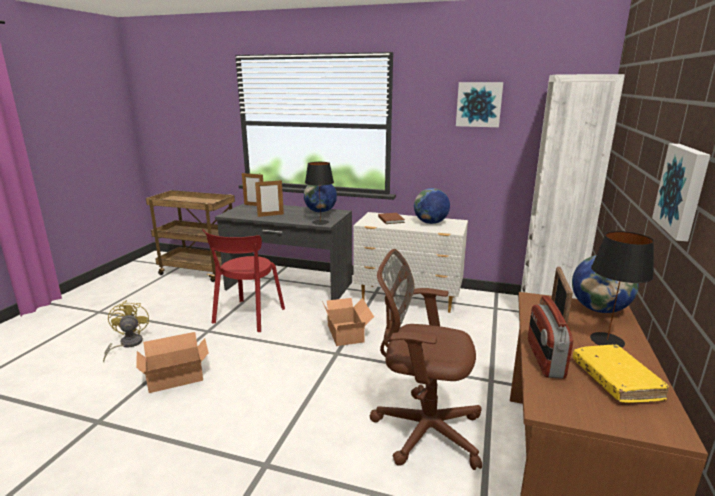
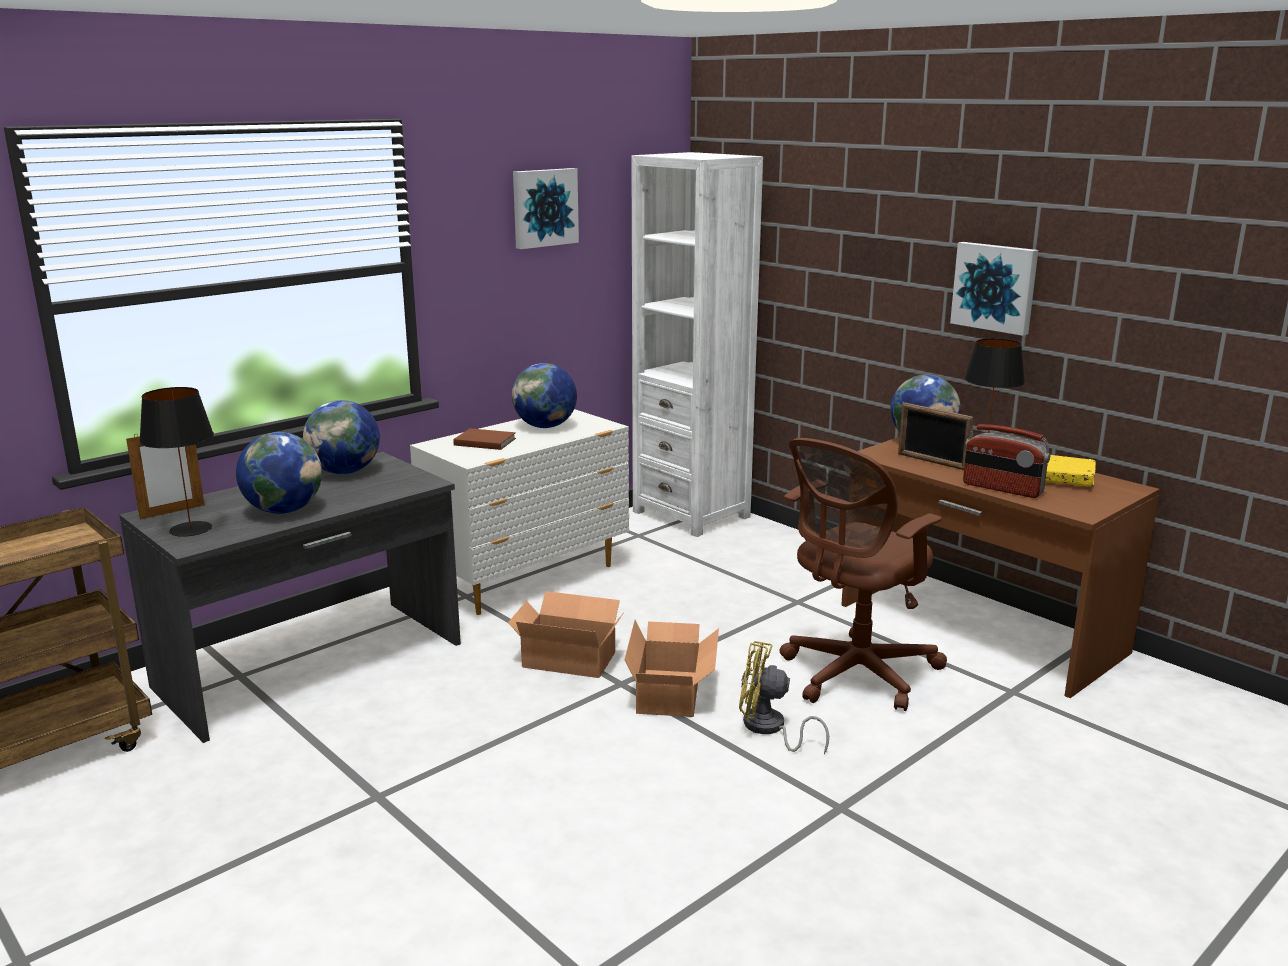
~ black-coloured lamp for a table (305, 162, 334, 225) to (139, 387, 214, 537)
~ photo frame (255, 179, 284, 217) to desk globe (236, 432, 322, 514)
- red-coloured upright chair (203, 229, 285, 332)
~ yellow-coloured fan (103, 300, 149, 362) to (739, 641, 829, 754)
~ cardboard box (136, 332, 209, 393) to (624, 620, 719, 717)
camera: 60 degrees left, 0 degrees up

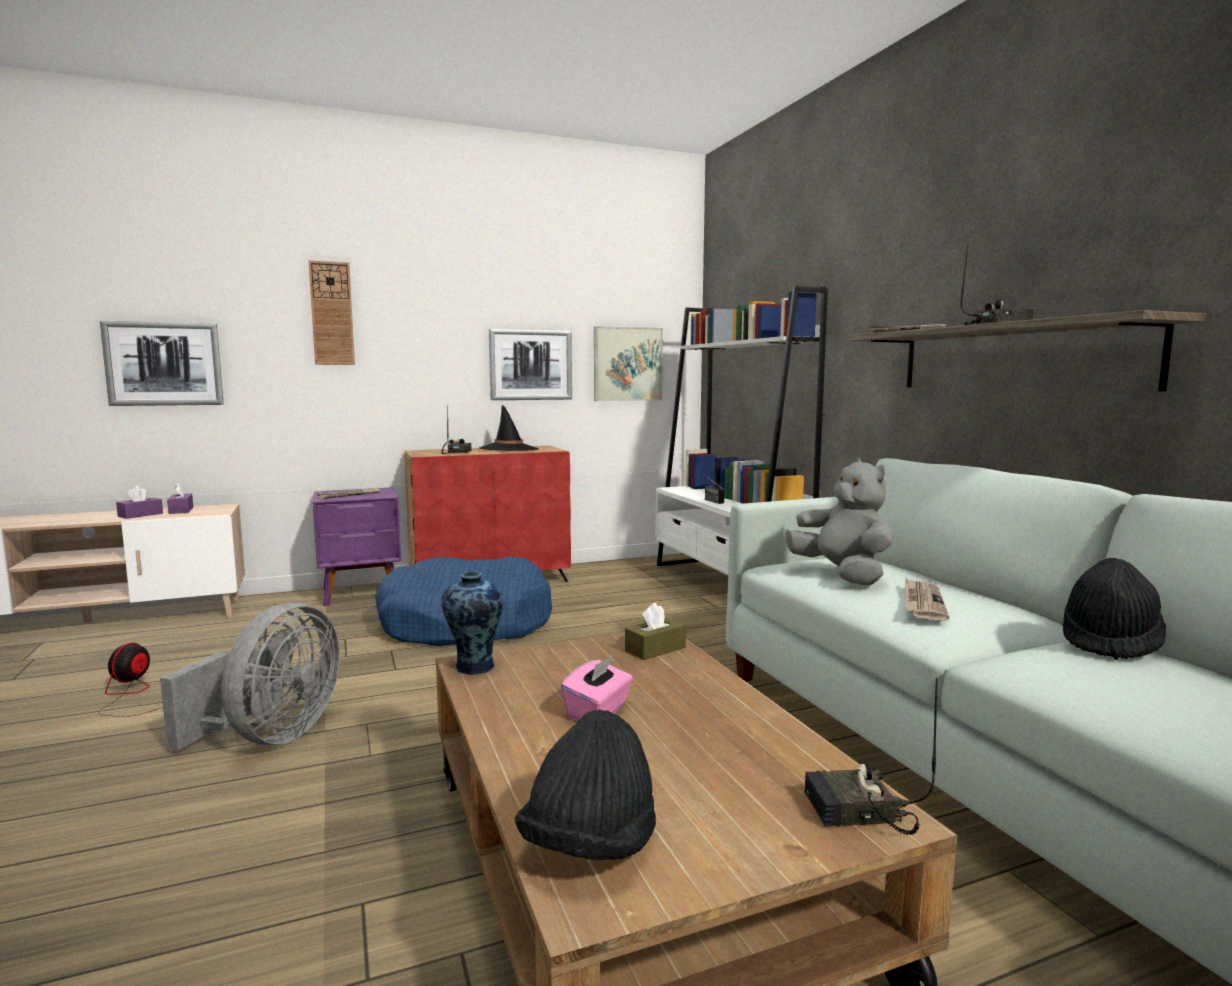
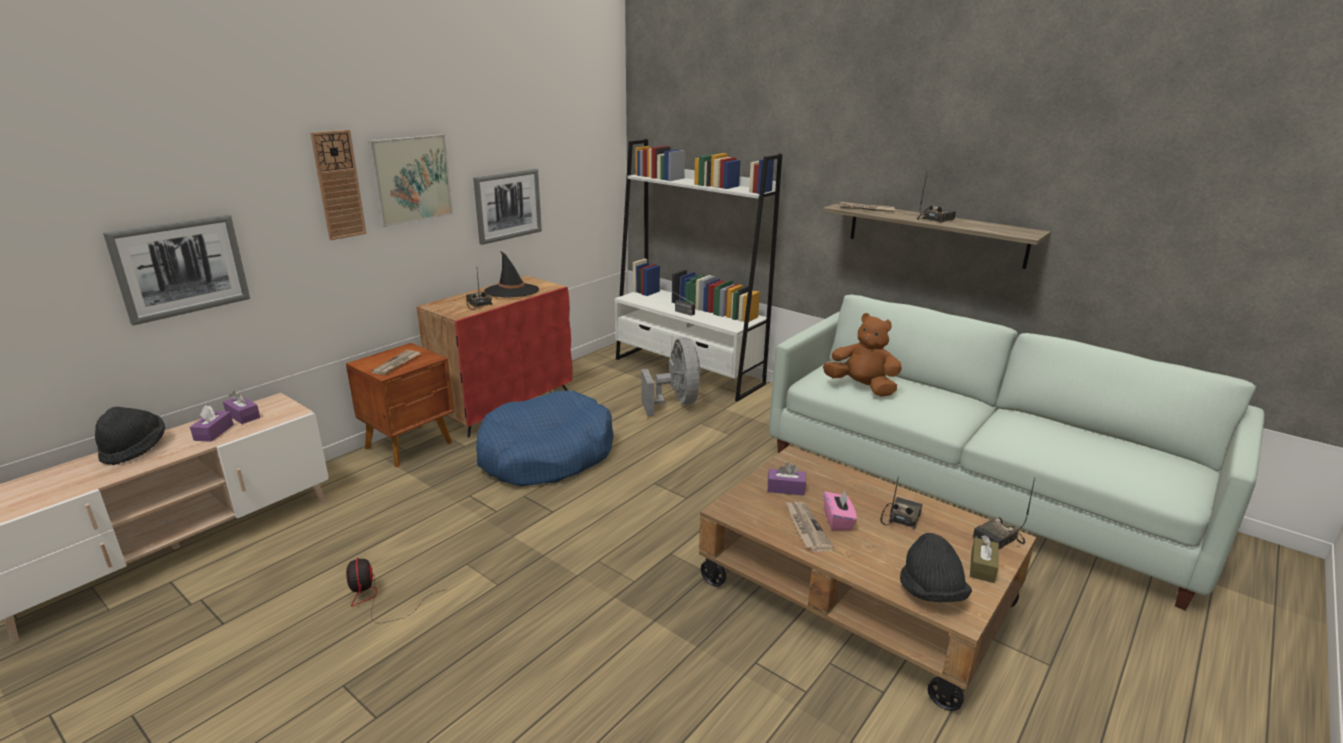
~ picture (594, 326, 663, 401) to (368, 134, 453, 227)
~ greyish soft toy (785, 458, 893, 585) to brownish soft toy (823, 313, 902, 397)
~ purplish nightstand (313, 487, 401, 606) to brownish nightstand (346, 343, 454, 467)
~ black-coloured wearable hat (1063, 558, 1166, 660) to (95, 407, 165, 465)
- decorative vase (442, 572, 503, 675)
~ daily paper (905, 578, 950, 621) to (785, 502, 834, 552)
~ greyish fan (160, 603, 340, 750) to (641, 337, 701, 416)
~ brownish box of tissues (625, 603, 686, 660) to (970, 535, 999, 583)
+ purplish box of tissues (767, 462, 806, 496)
+ radio set (880, 476, 923, 529)
camera: 30 degrees left, 15 degrees up

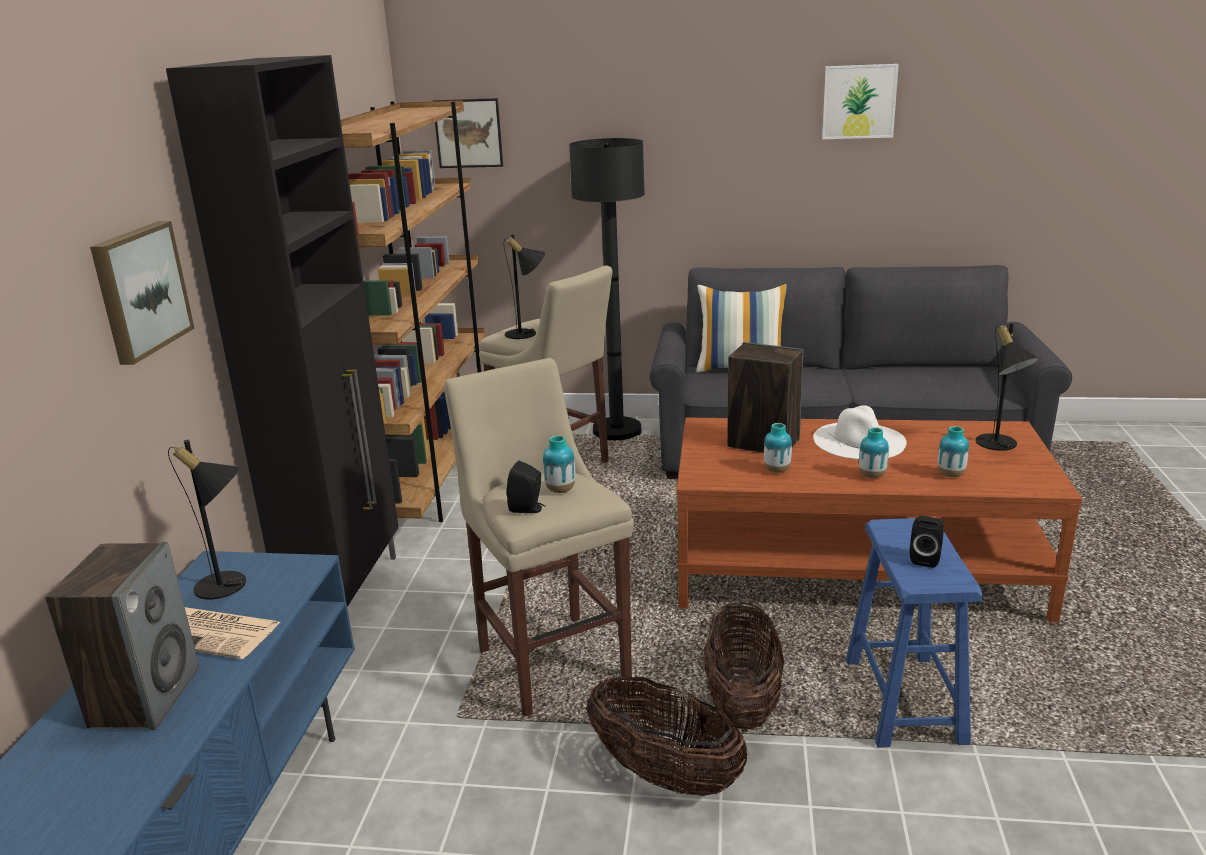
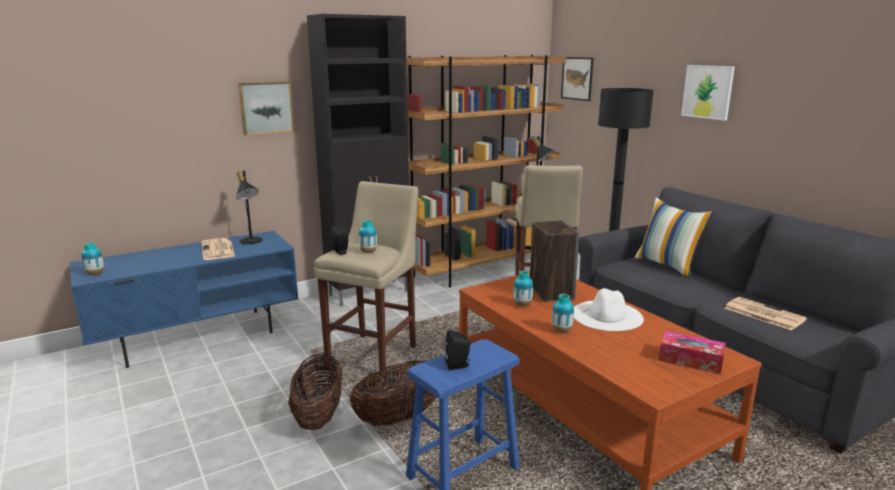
~ picture (822, 64, 899, 139) to (681, 65, 735, 121)
~ black-coloured lamp for a table (976, 323, 1039, 451) to box of tissues (659, 331, 726, 374)
~ decorative vase (938, 426, 969, 477) to (82, 243, 104, 275)
- speaker (45, 542, 199, 730)
+ daily paper (724, 297, 807, 331)
camera: 50 degrees right, 5 degrees down

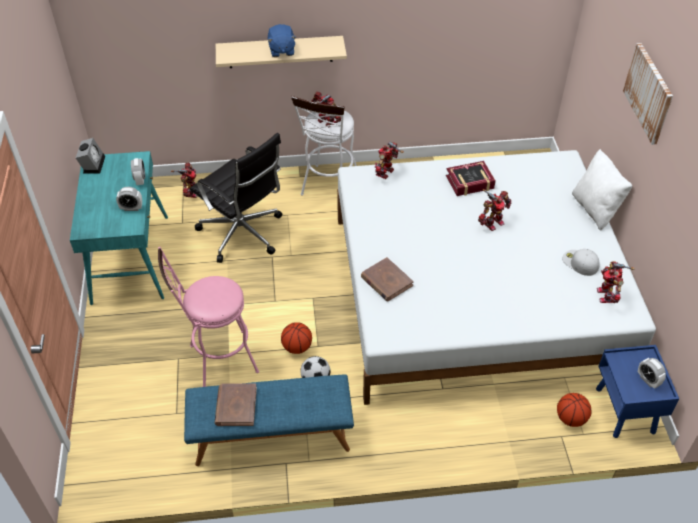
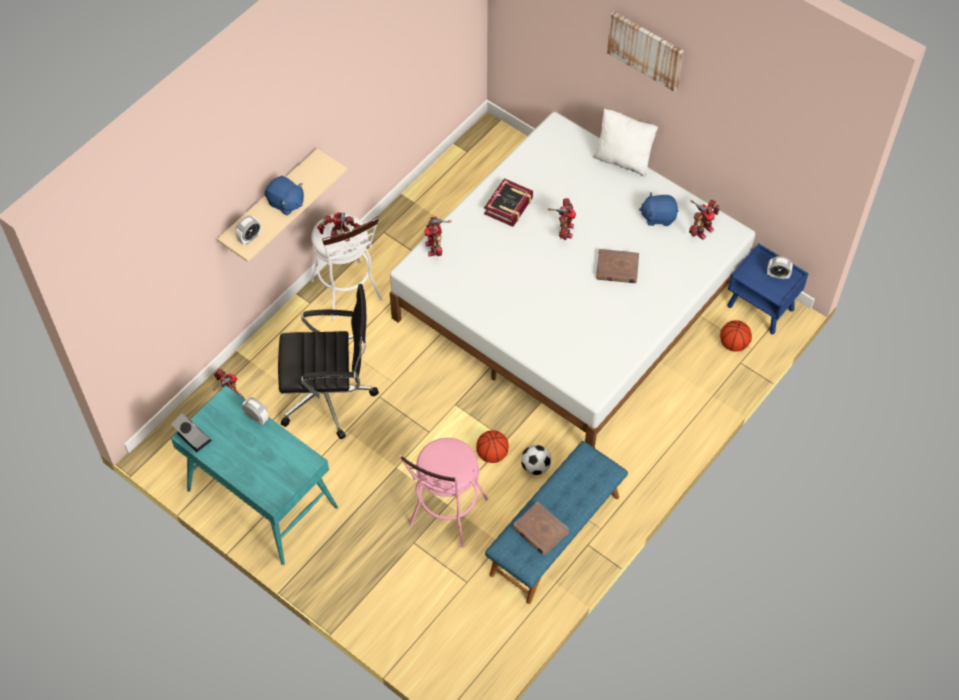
~ bedside clock (116, 187, 142, 211) to (235, 216, 261, 245)
~ white peaked cap (562, 249, 600, 276) to blue-coloured soft toy (639, 192, 678, 226)
~ brownish book (361, 257, 414, 302) to (596, 249, 639, 283)
~ model robot (597, 261, 635, 303) = (689, 200, 720, 240) 90 degrees counterclockwise
camera: 45 degrees left, 10 degrees up

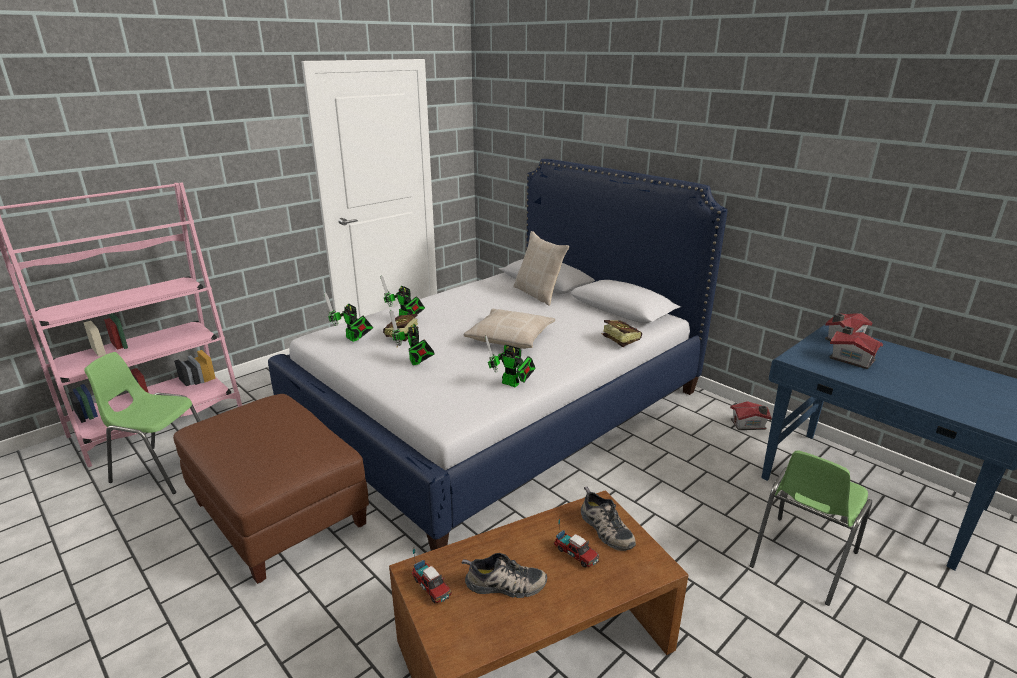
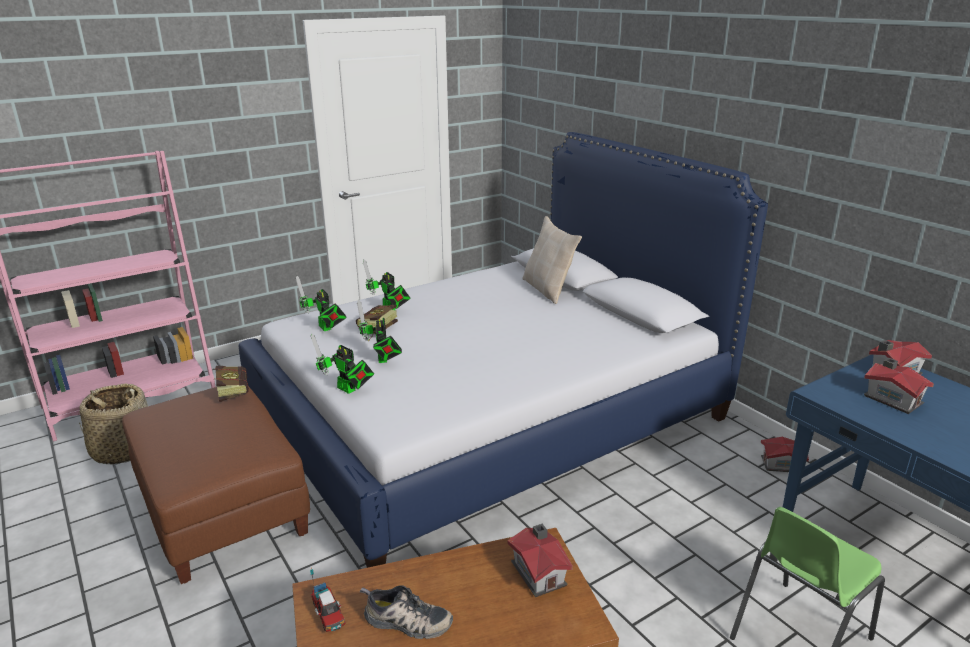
- sand-coloured pillow (464, 309, 555, 349)
~ book (601, 320, 642, 347) to (214, 366, 249, 402)
~ model robot (485, 335, 535, 387) to (311, 333, 374, 394)
~ green-coloured upright chair (84, 352, 200, 494) to storage basket (79, 384, 148, 465)
~ item of footwear (581, 487, 636, 551) to toy house (508, 524, 573, 597)
- model truck (554, 518, 599, 567)
camera: 10 degrees right, 0 degrees up

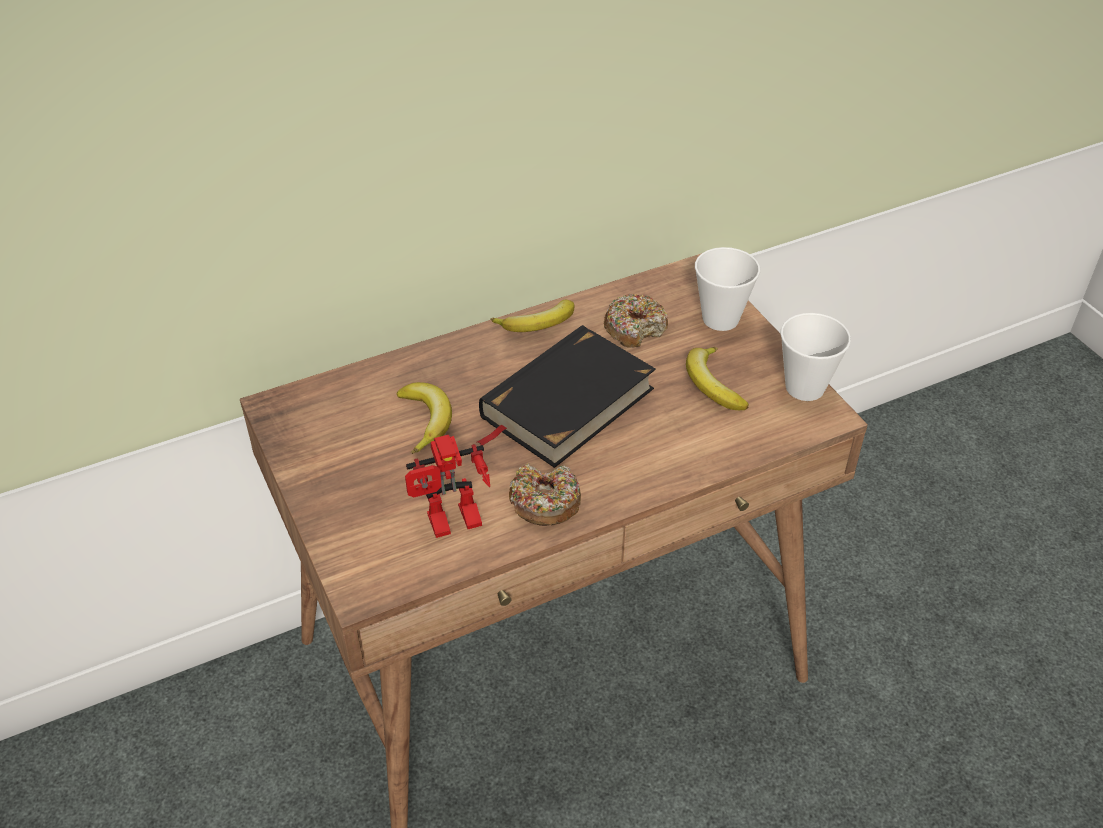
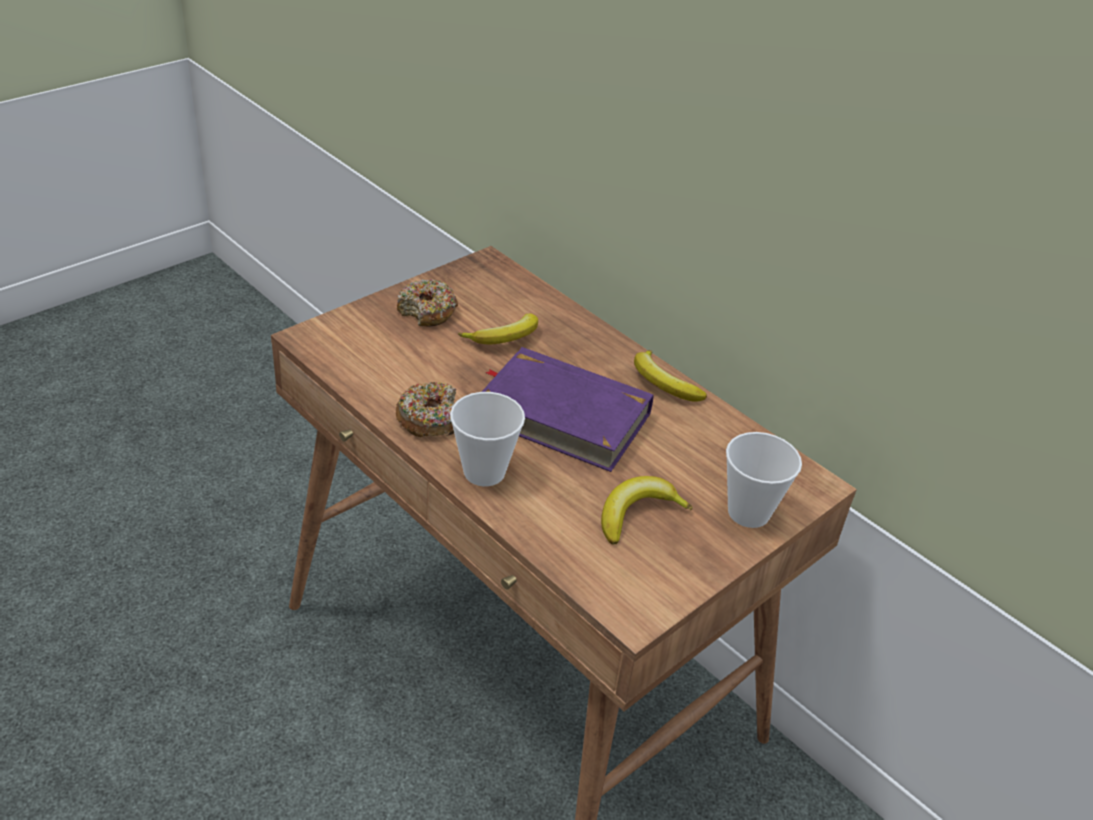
~ donut (604, 294, 668, 348) to (397, 279, 458, 327)
~ drinking cup (781, 313, 851, 401) to (450, 392, 525, 486)
~ black-coloured book (477, 325, 656, 468) to purplish book (482, 347, 654, 472)
- model robot (405, 435, 490, 538)
camera: 70 degrees right, 5 degrees down

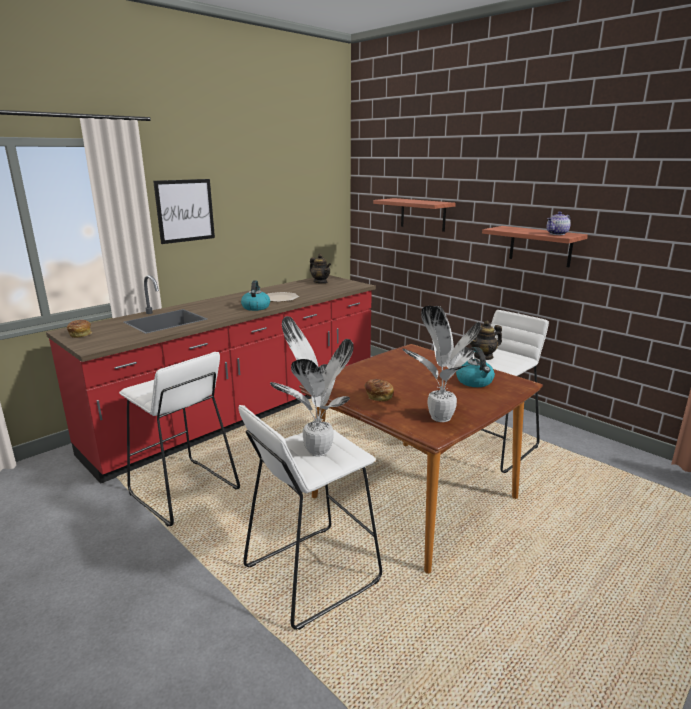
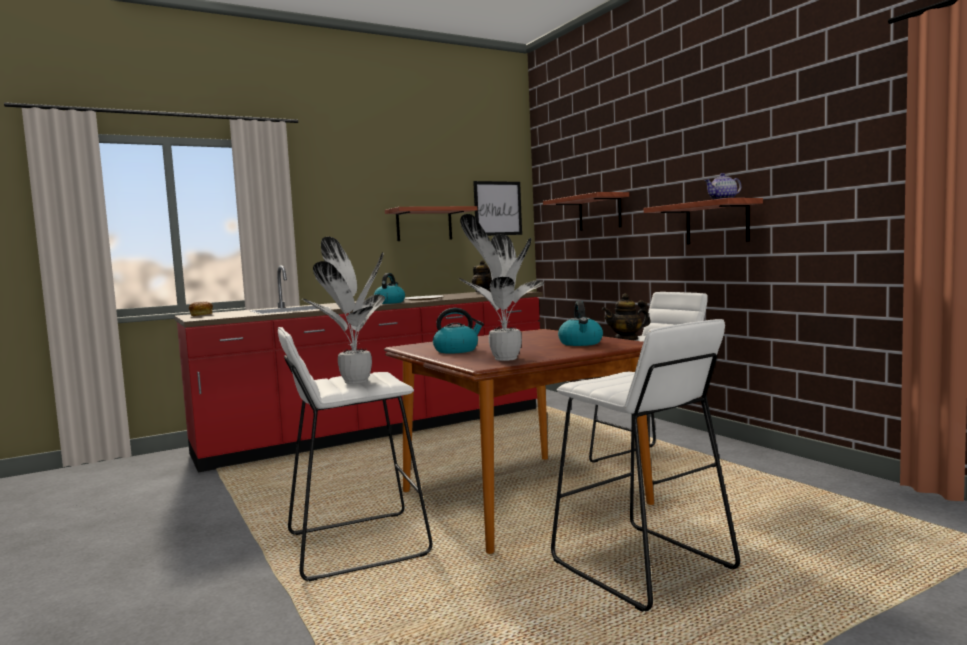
~ picture (153, 179, 215, 244) to (473, 181, 522, 236)
~ white sitting stool (119, 352, 240, 526) to (551, 319, 740, 612)
~ bread (364, 379, 394, 401) to tea kettle (433, 308, 484, 353)
+ shelf (385, 206, 477, 241)
camera: 15 degrees right, 15 degrees down

